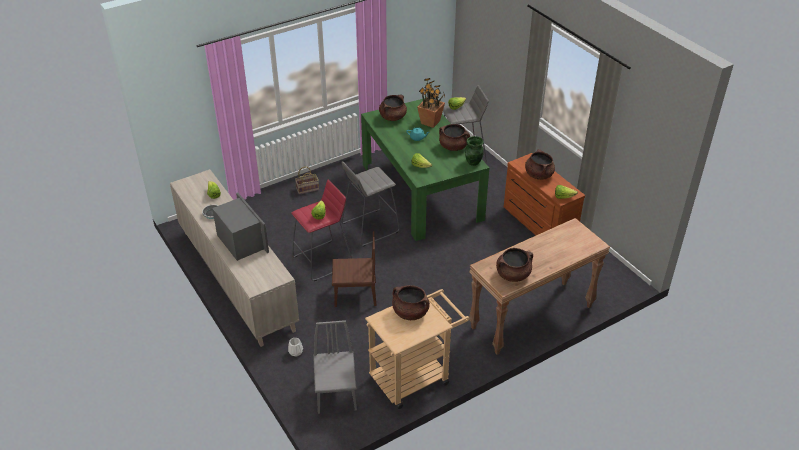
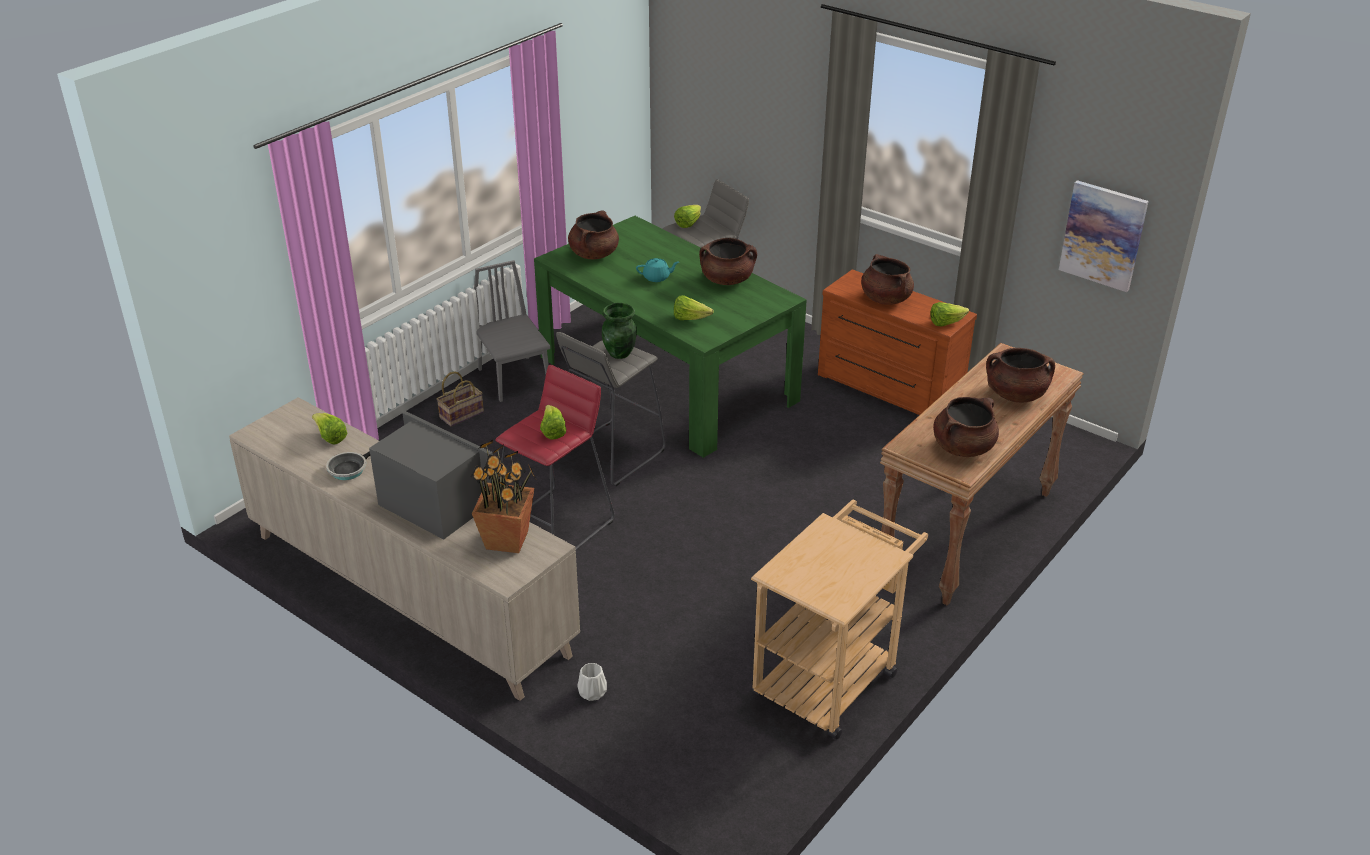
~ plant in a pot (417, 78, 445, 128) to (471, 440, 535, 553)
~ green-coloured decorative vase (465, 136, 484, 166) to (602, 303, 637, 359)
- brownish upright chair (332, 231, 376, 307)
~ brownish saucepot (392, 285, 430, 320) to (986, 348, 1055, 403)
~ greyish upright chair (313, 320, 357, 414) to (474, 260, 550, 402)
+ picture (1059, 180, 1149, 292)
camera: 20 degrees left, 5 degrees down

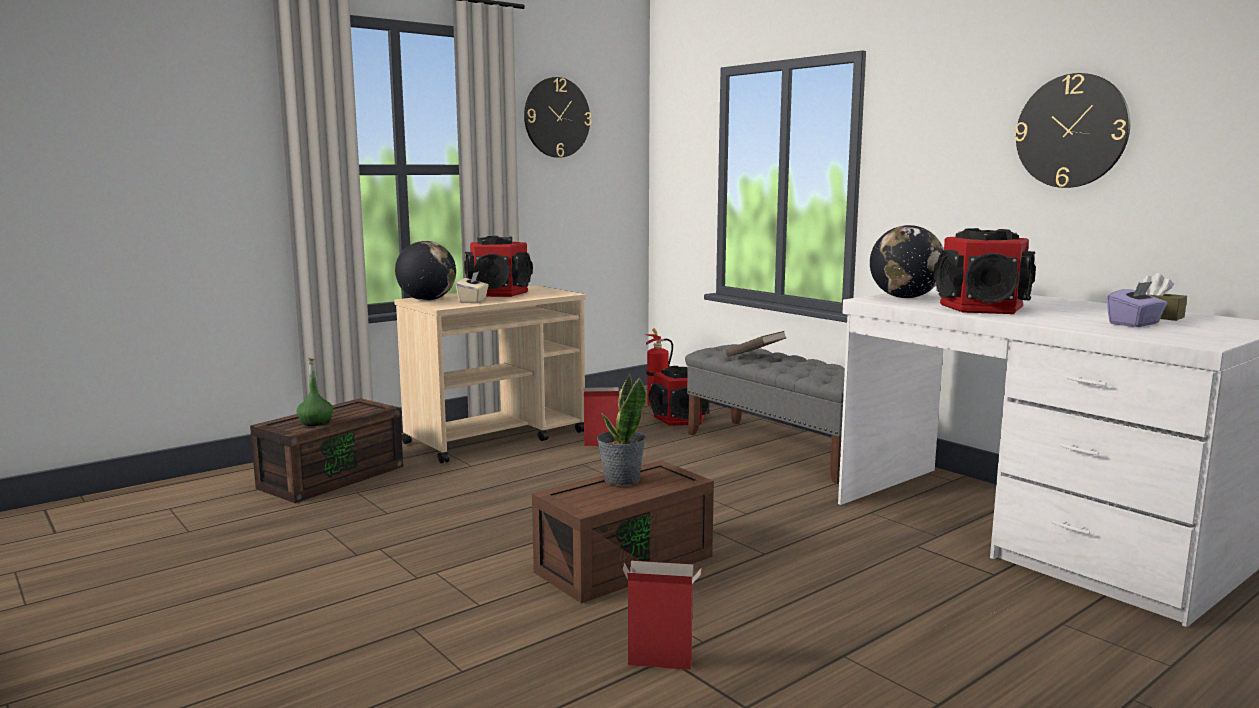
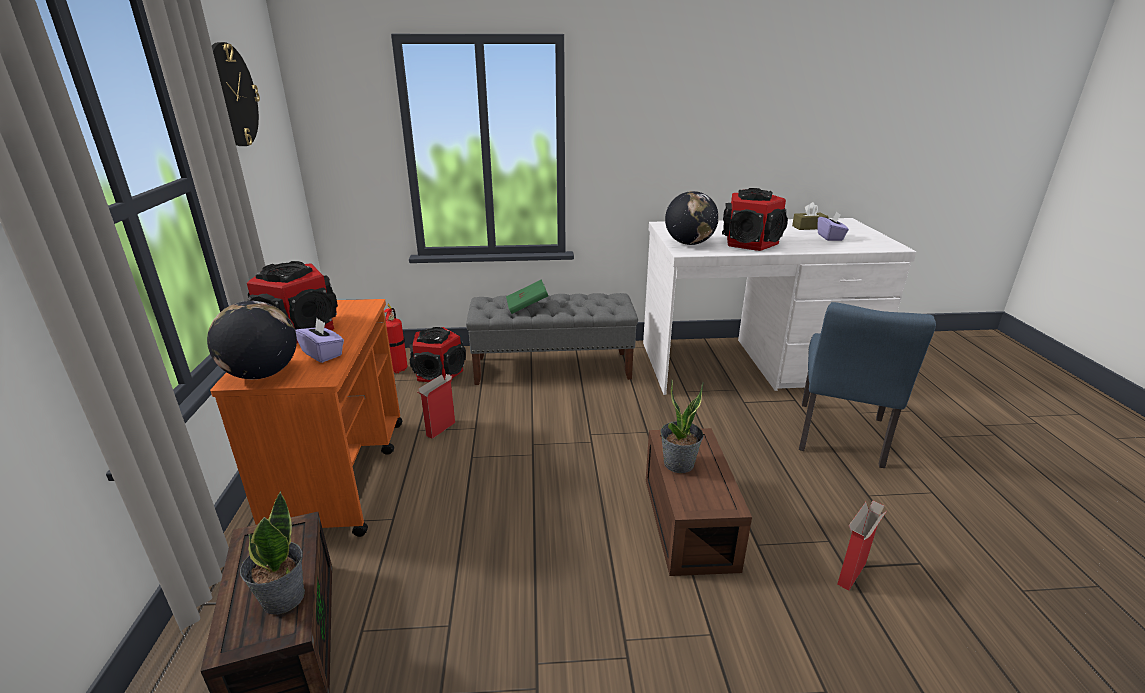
- clock on the wall (1015, 73, 1130, 188)
~ sand-coloured box of tissues (456, 271, 489, 303) to purplish box of tissues (295, 318, 344, 363)
~ sand-coloured cart (394, 286, 586, 464) to orangey cart (210, 299, 402, 537)
~ brownish book (726, 331, 786, 357) to green-coloured book (506, 279, 548, 314)
~ green-coloured beverage bottle (297, 358, 333, 426) to plant in a pot (240, 491, 305, 615)
+ blue-coloured upright chair (799, 302, 936, 468)
camera: 55 degrees left, 15 degrees up

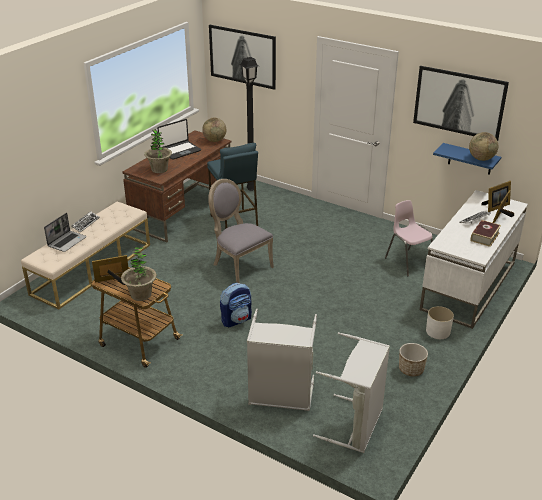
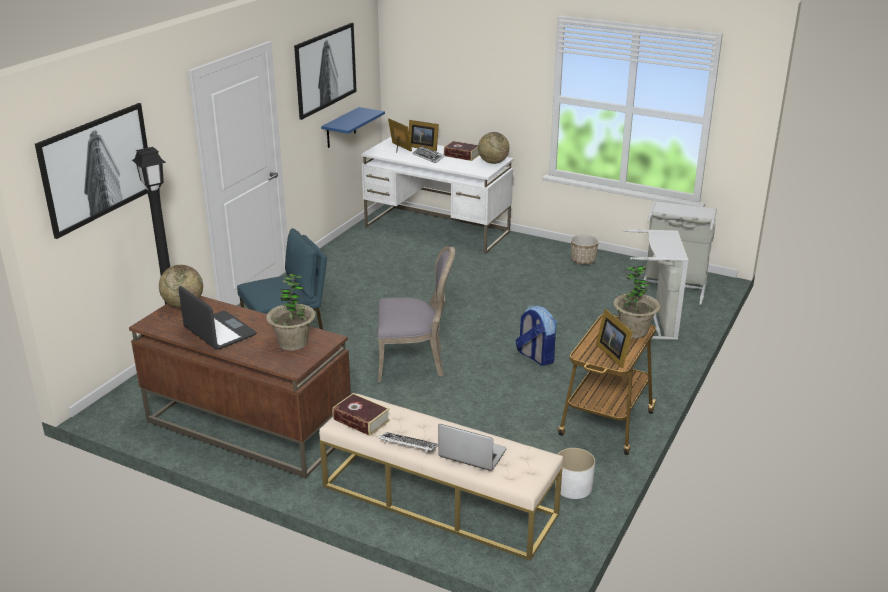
~ desk globe (469, 132, 498, 161) to (478, 132, 509, 164)
~ greyish upright chair (208, 179, 274, 283) = (377, 246, 455, 382) 135 degrees counterclockwise
- pinkish upright chair (385, 200, 433, 276)
~ white flower pot (426, 306, 454, 339) to (555, 448, 595, 499)
+ book (333, 393, 390, 436)
camera: 95 degrees left, 5 degrees down

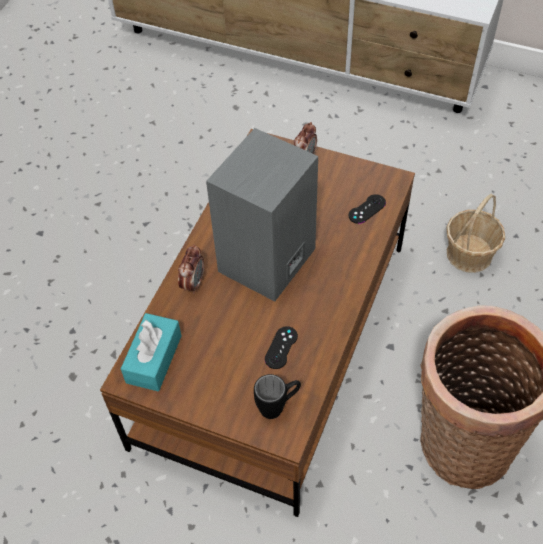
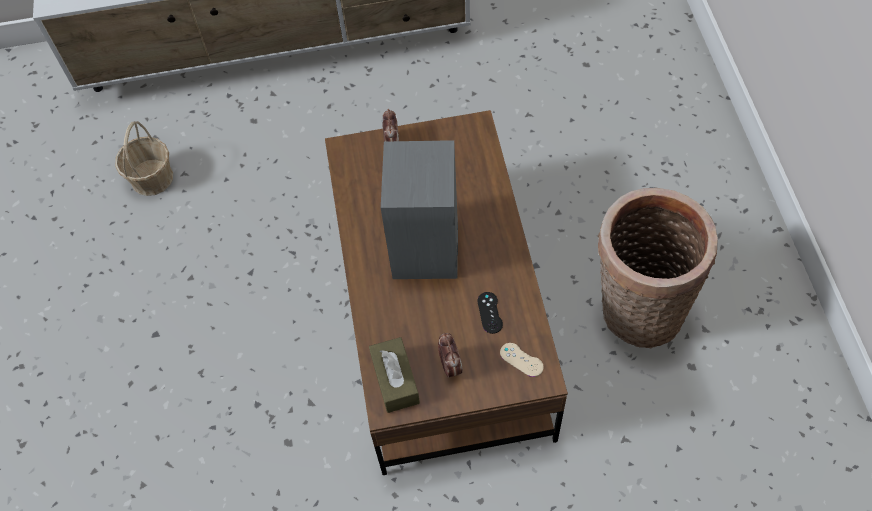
- black-coloured game controller (348, 194, 386, 224)
~ storage basket (446, 194, 505, 273) to (115, 121, 173, 196)
~ bedside clock (178, 244, 204, 294) to (438, 333, 463, 377)
~ blue-green box of tissues (121, 313, 181, 391) to brownish box of tissues (369, 337, 420, 413)
~ black-coloured mug (254, 374, 301, 419) to sand-coloured game controller (500, 343, 544, 377)
camera: 30 degrees left, 5 degrees up

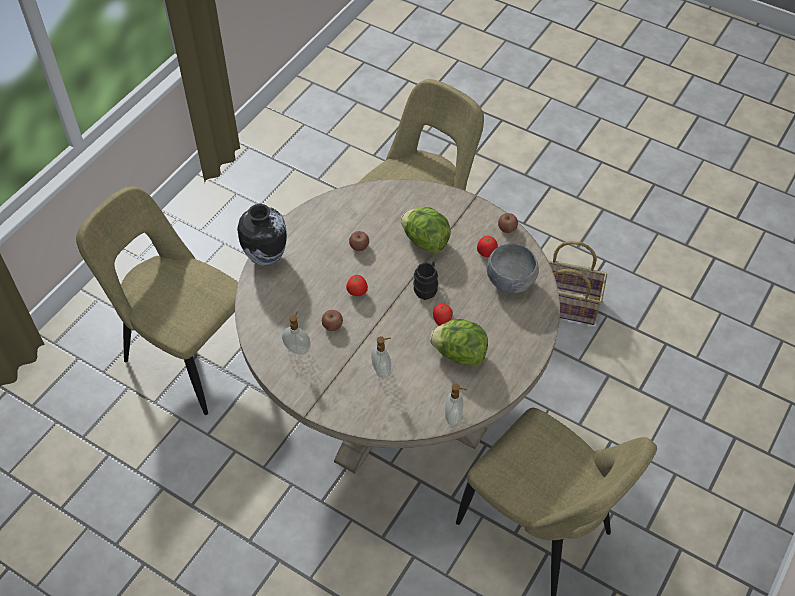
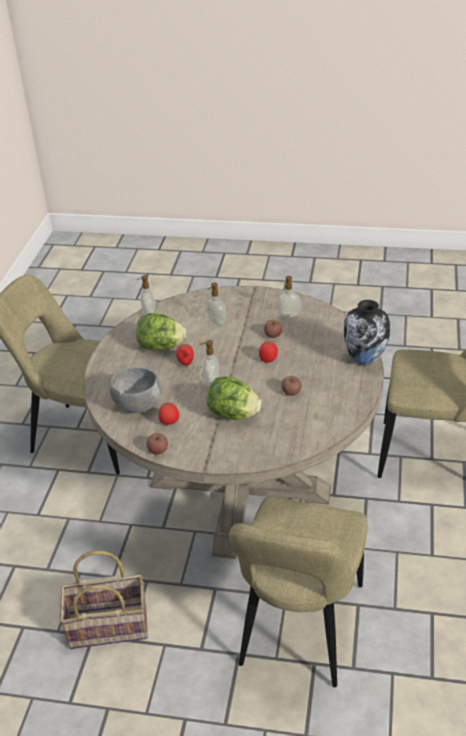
~ black-coloured mug (413, 262, 438, 300) to soap dispenser (200, 340, 219, 386)
camera: 160 degrees right, 15 degrees down

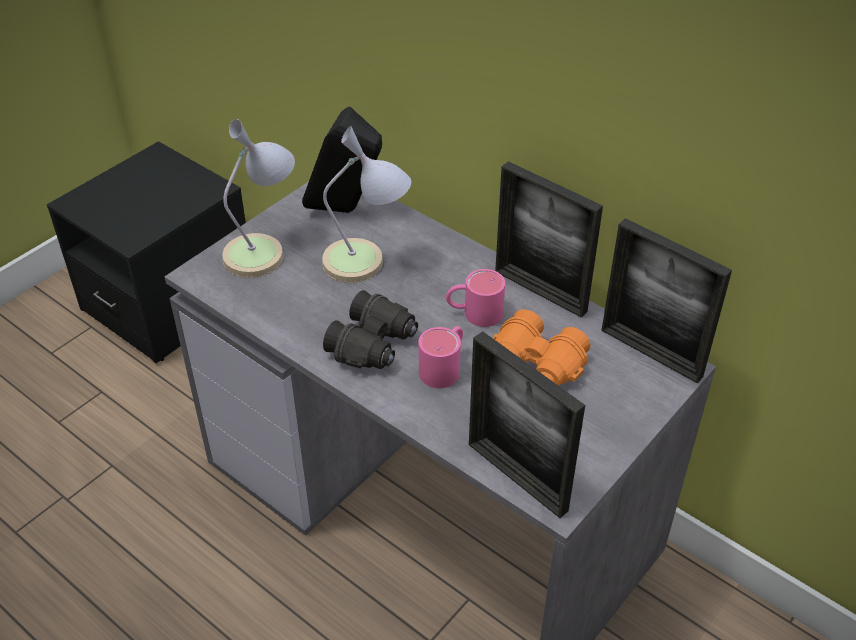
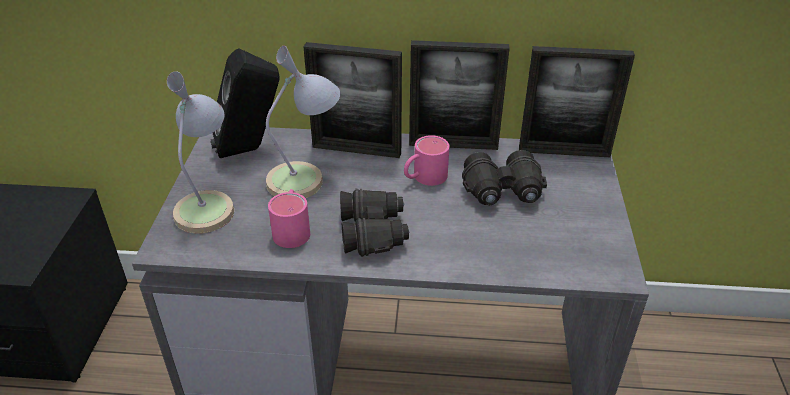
~ orangey field glasses (493, 309, 590, 386) to black-coloured field glasses (462, 150, 547, 205)
~ pinkish mug (419, 326, 463, 388) to (268, 189, 310, 248)
~ photo frame (469, 331, 585, 518) to (304, 42, 402, 158)
camera: 35 degrees left, 5 degrees down

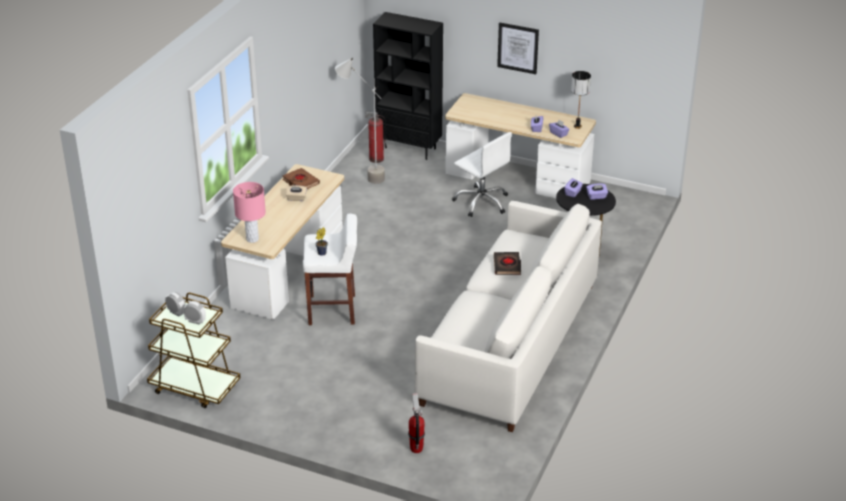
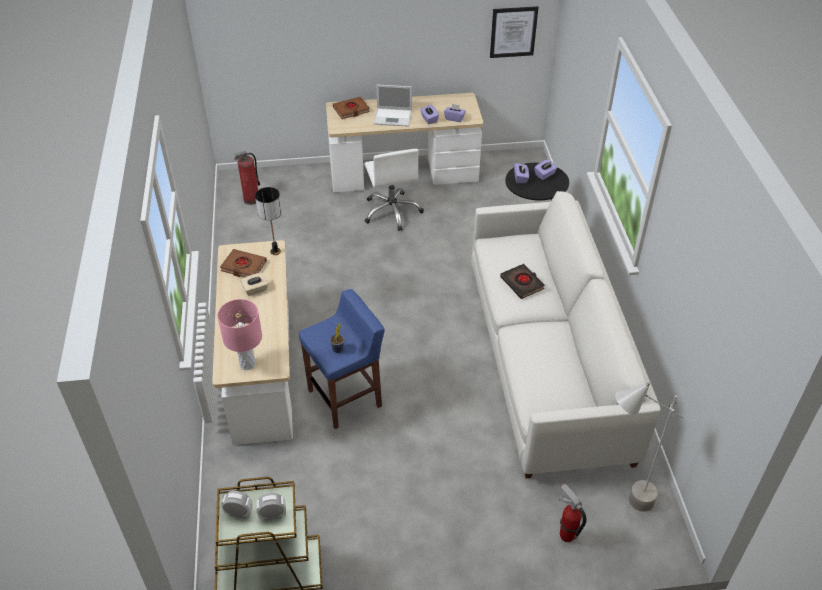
- black-coloured bookcase (373, 12, 443, 160)
~ picture (497, 22, 539, 74) to (490, 6, 538, 58)
~ greyish floor lamp (335, 58, 385, 184) to (616, 382, 684, 512)
~ lamp for a table (571, 71, 591, 129) to (255, 187, 282, 255)
~ white desk chair (452, 132, 512, 217) = (364, 149, 424, 231) 60 degrees clockwise
~ white sitting stool (303, 214, 357, 325) to blue-coloured sitting stool (299, 289, 385, 429)
+ notebook computer (374, 84, 412, 127)
+ brownish book (333, 97, 370, 119)
camera: 30 degrees left, 10 degrees up

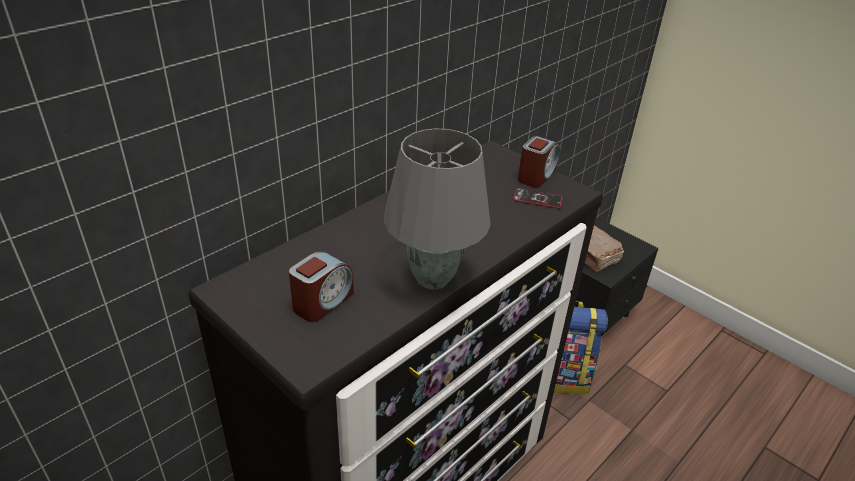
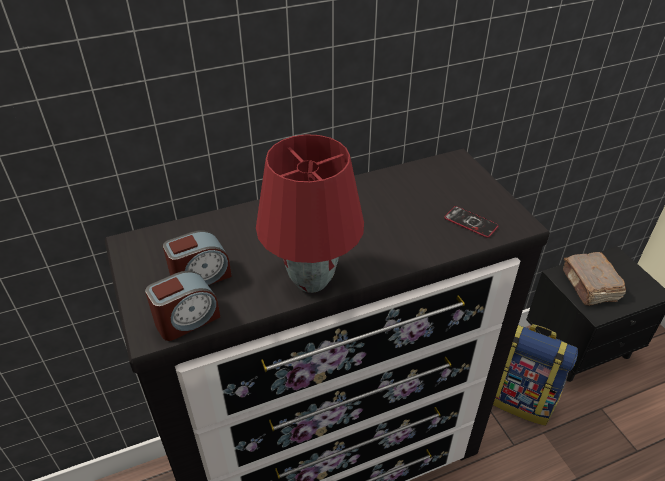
~ greyish lamp for a table (384, 128, 491, 290) to red-coloured lamp for a table (256, 134, 364, 293)
~ bedside clock (518, 136, 560, 188) to (145, 271, 220, 341)
camera: 25 degrees right, 5 degrees up

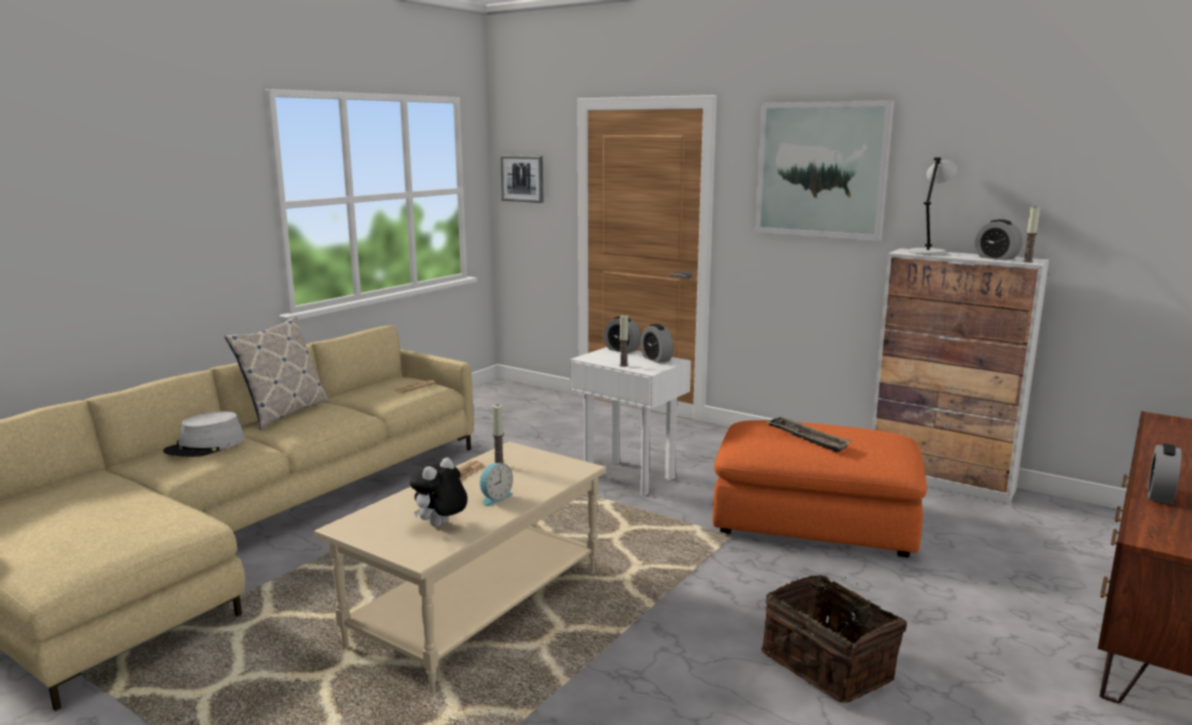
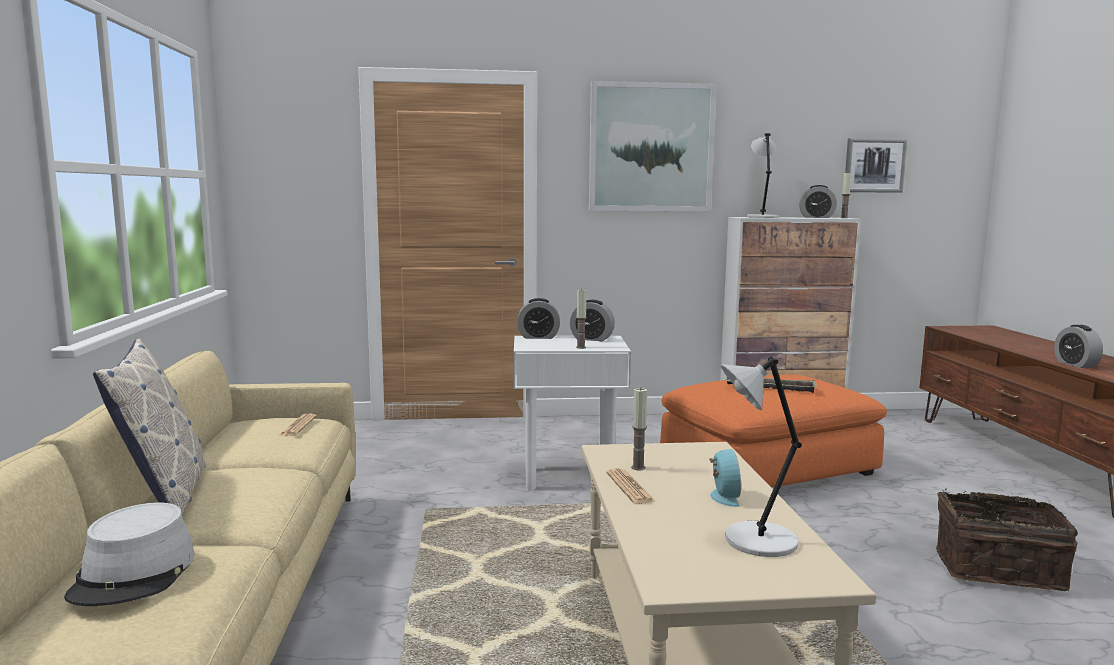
~ picture (500, 155, 544, 203) to (845, 138, 908, 193)
~ soft toy (410, 457, 467, 527) to greyish lamp for a table (721, 357, 802, 557)
camera: 40 degrees left, 5 degrees down

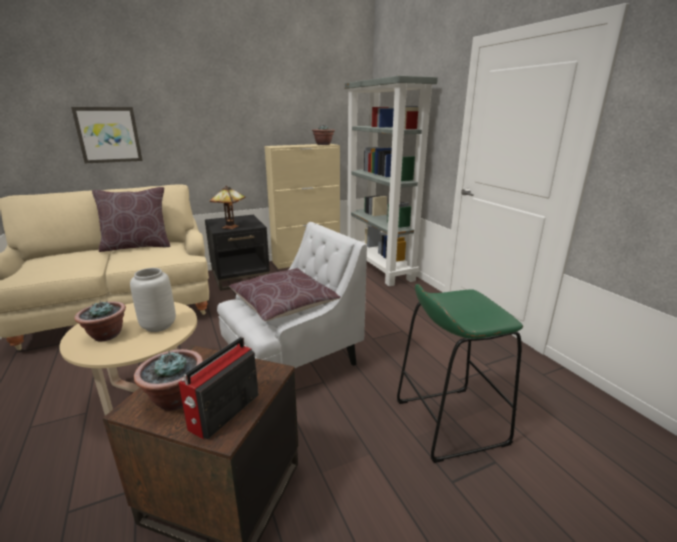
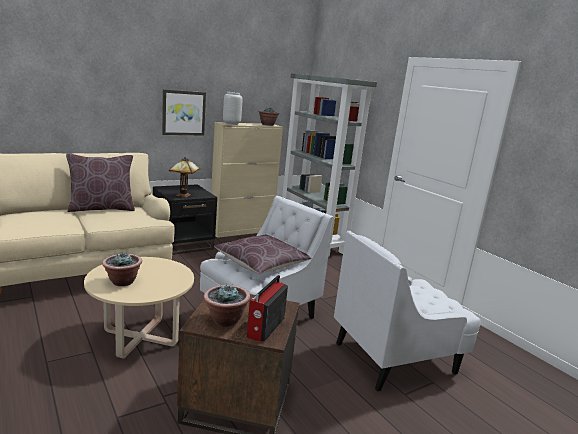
~ picture (71, 107, 143, 163) to (162, 89, 206, 136)
~ greyish decorative vase (130, 268, 176, 332) to (223, 92, 242, 125)
~ green-coloured sitting stool (397, 284, 523, 463) to white easy chair (334, 231, 481, 391)
camera: 10 degrees left, 5 degrees down

